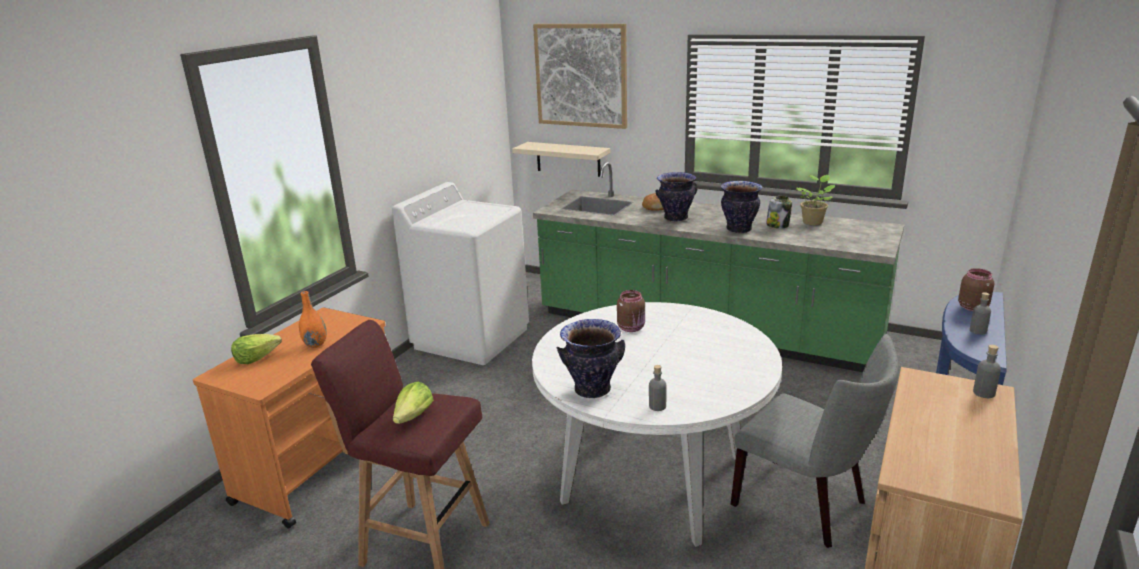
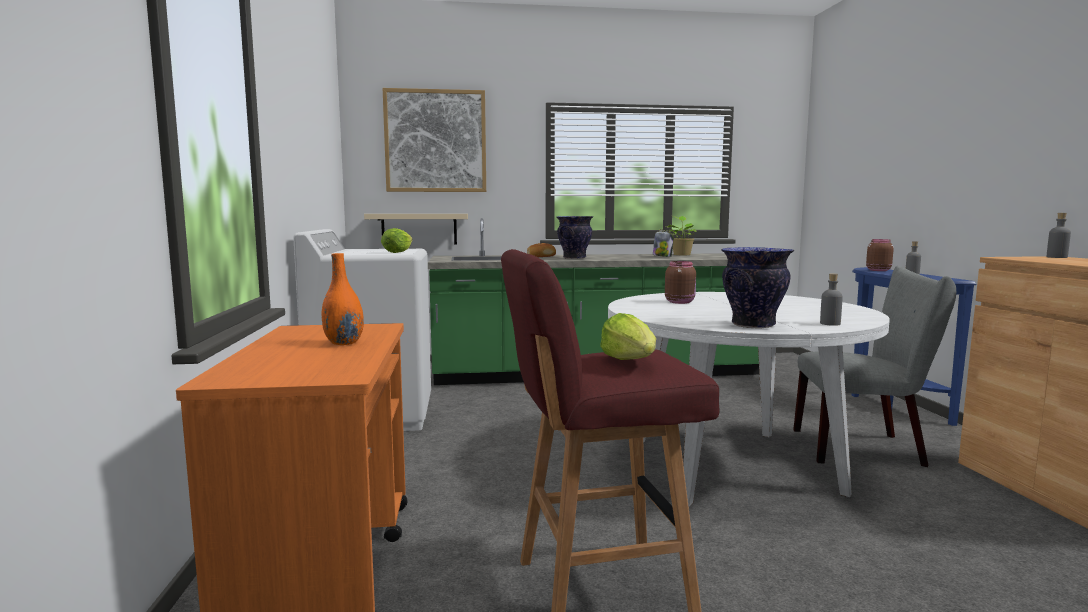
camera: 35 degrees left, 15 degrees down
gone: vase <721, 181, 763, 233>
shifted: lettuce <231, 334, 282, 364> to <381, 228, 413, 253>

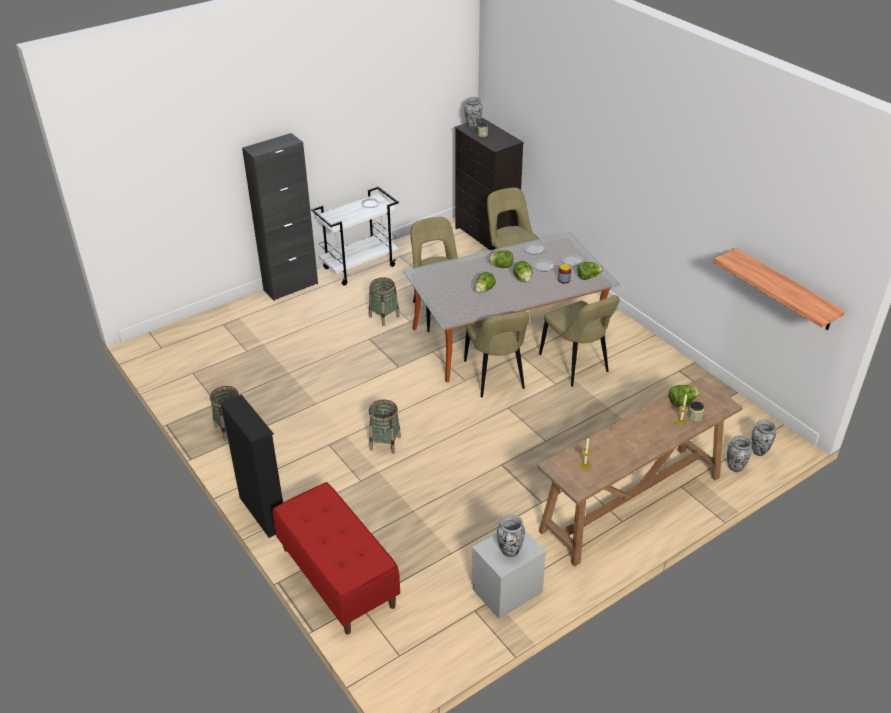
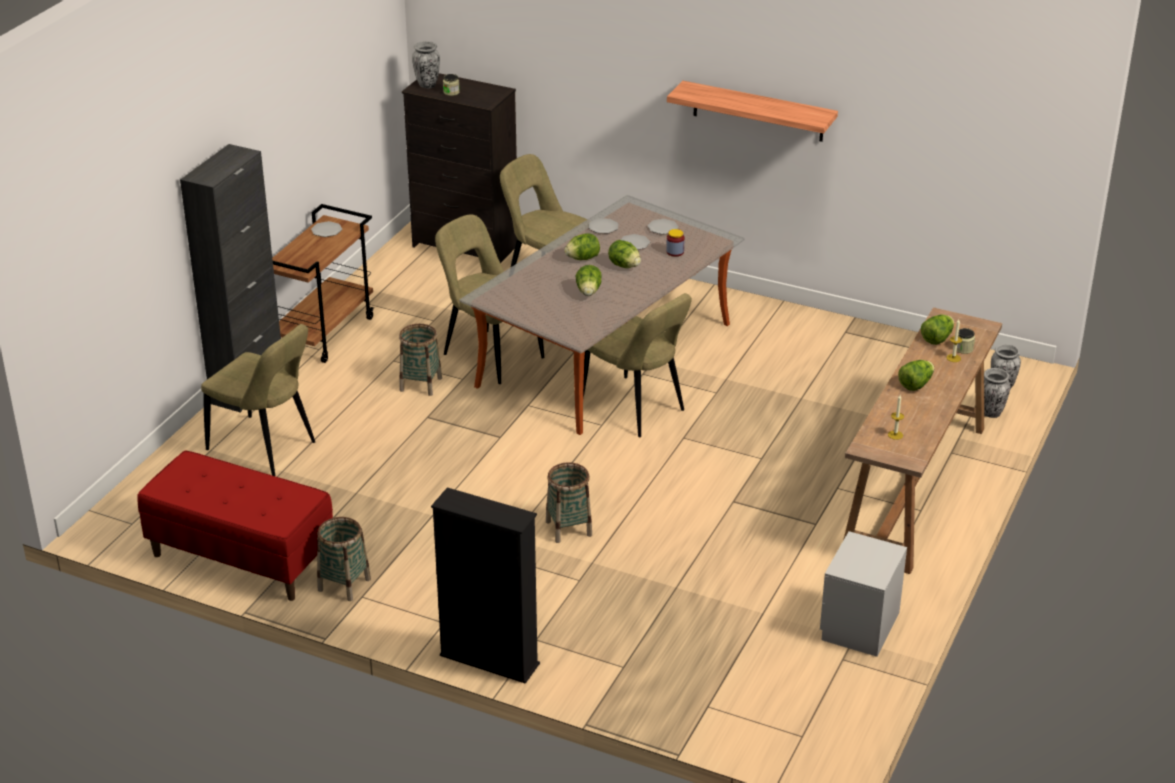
camera: 30 degrees left, 5 degrees down
gone: vase <497, 514, 525, 557>
shifted: wall shelf <713, 248, 845, 330> to <667, 81, 838, 142>; lettuce <577, 262, 603, 280> to <898, 360, 934, 391>; chair/beige-coloured <539, 295, 620, 387> to <201, 324, 315, 476>; long seat/red <273, 482, 400, 635> to <137, 451, 333, 601>
repainted: cart/whitish <311, 187, 399, 286> to cart/brownish <272, 204, 374, 363>

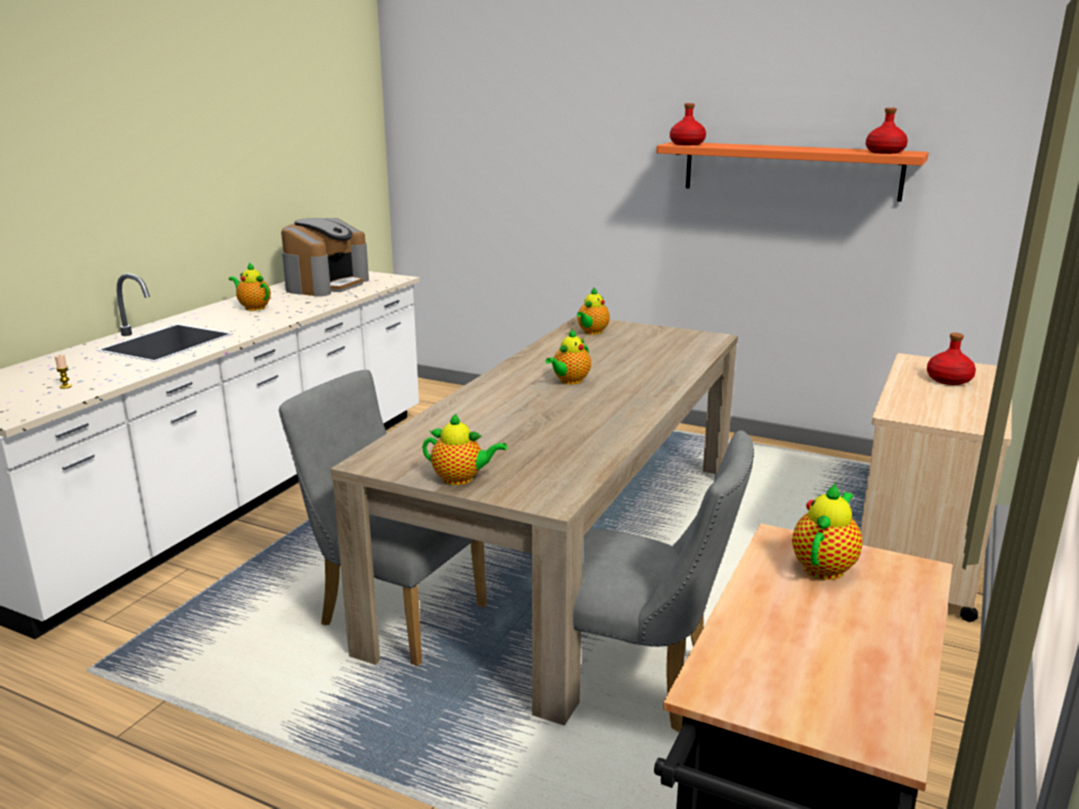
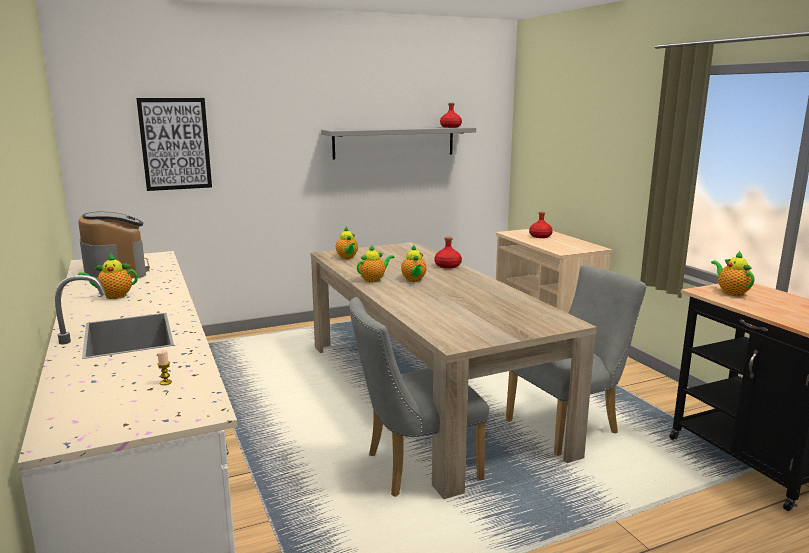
camera: 50 degrees left, 5 degrees down
new: wall picture <136, 98, 212, 191>
shifted: beverage bottle/red <670, 103, 706, 145> to <434, 237, 462, 268>; teapot <422, 413, 507, 485> to <357, 245, 394, 282>
repainted: wall shelf/orange-coloured <656, 142, 929, 202> to wall shelf/grey <321, 126, 476, 160>

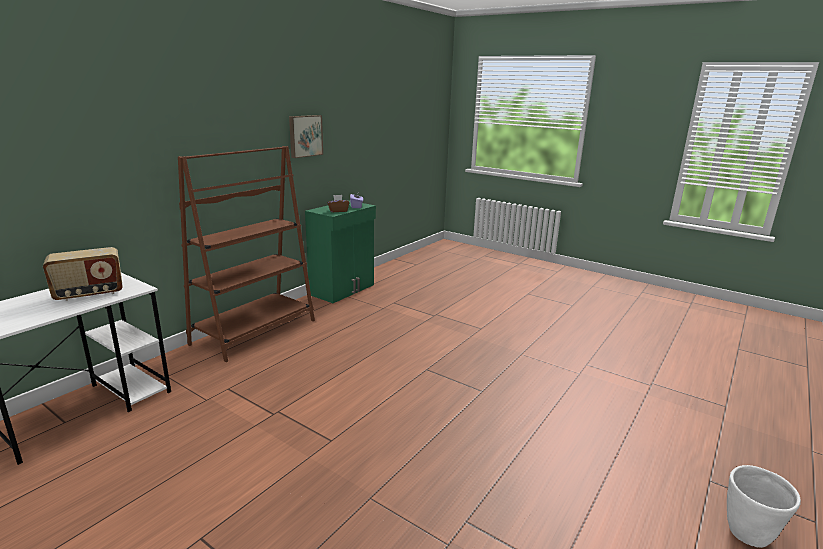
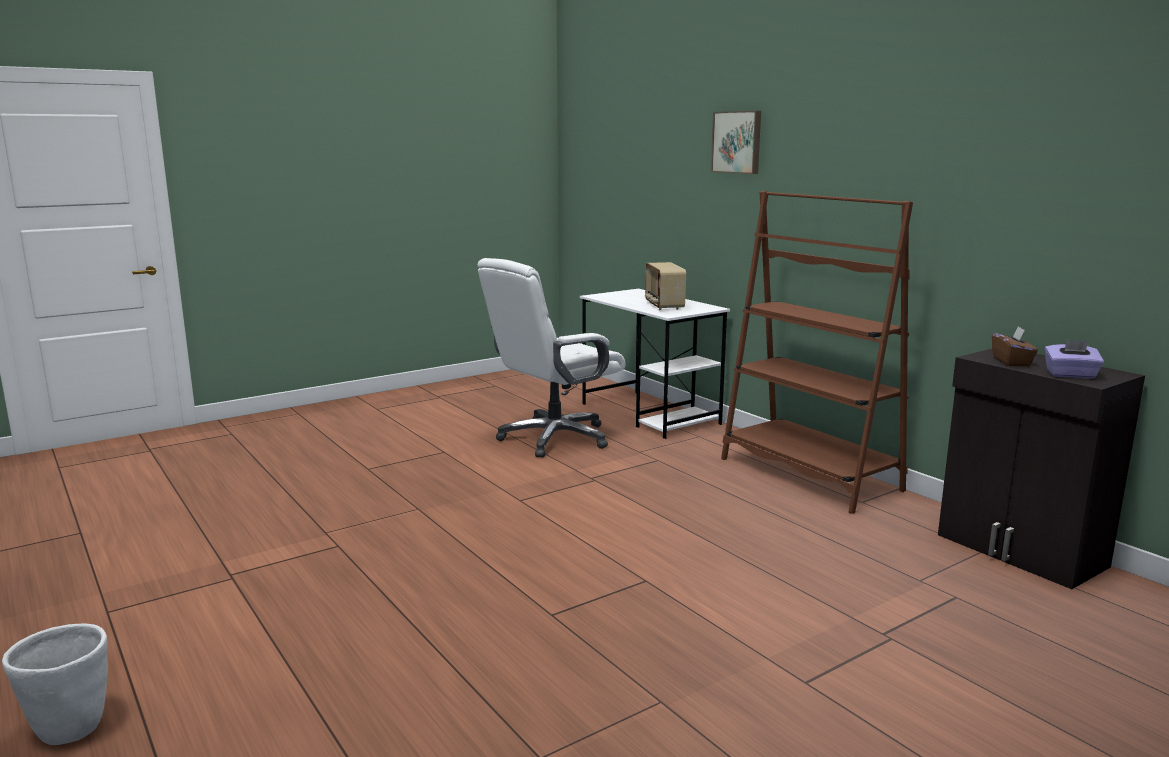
camera: 110 degrees right, 5 degrees down
new: computer chair/whitish <477, 258, 625, 458>
shifted: wall picture <289, 115, 323, 158> to <711, 111, 761, 174>
repainted: cupboard/green <305, 200, 376, 303> to cupboard/black <938, 349, 1145, 589>

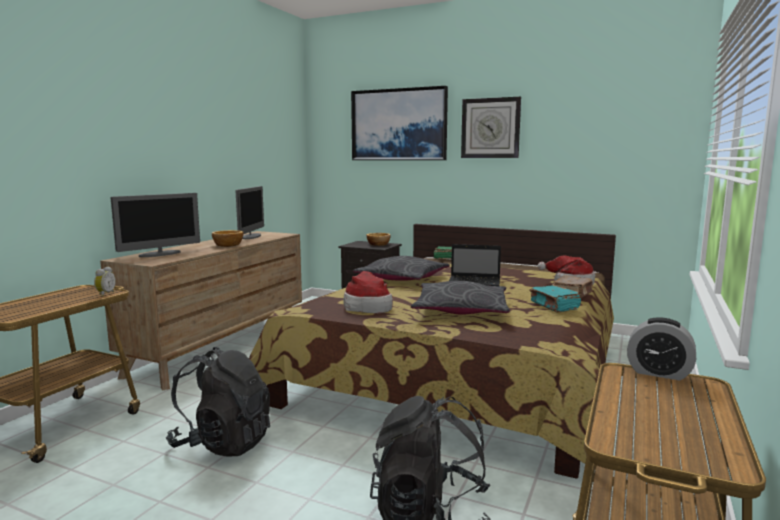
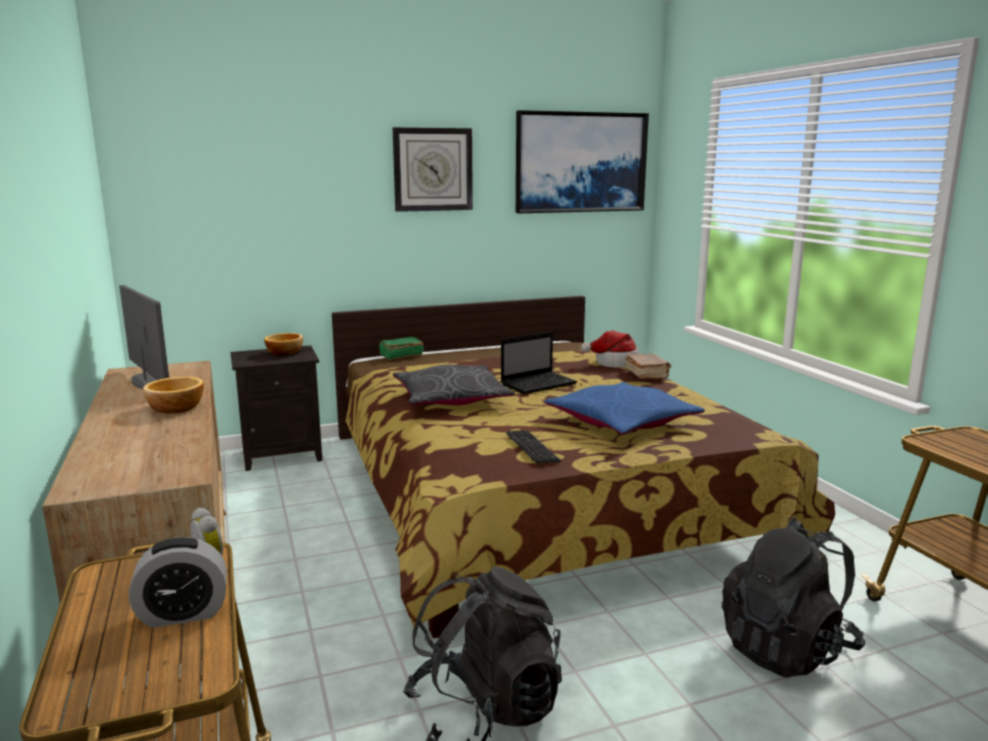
camera: 45 degrees left, 5 degrees up
gone: monitor <111, 193, 200, 257>; volume/blue-green <530, 285, 581, 312>
shifted: wall picture <351, 86, 448, 160> to <516, 110, 649, 213>; table clock <627, 317, 696, 380> to <129, 537, 227, 628>
swapped: hat <344, 271, 393, 313> to computer keyboard <506, 430, 561, 463>
repainted: cushion/grey <411, 281, 510, 315> to cushion/blue <544, 382, 705, 435>

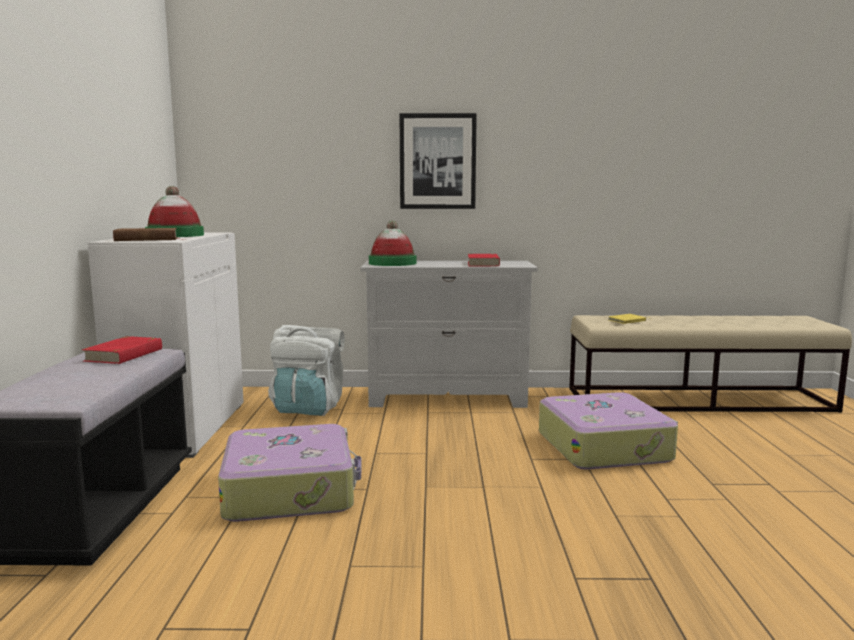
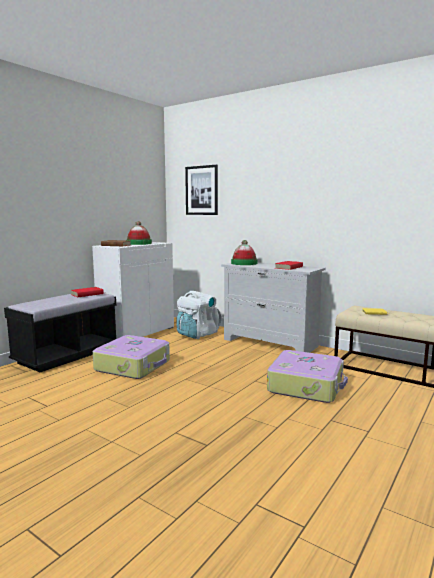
camera: 35 degrees right, 0 degrees up
shifted: wall picture <400, 113, 477, 209> to <185, 165, 218, 215>

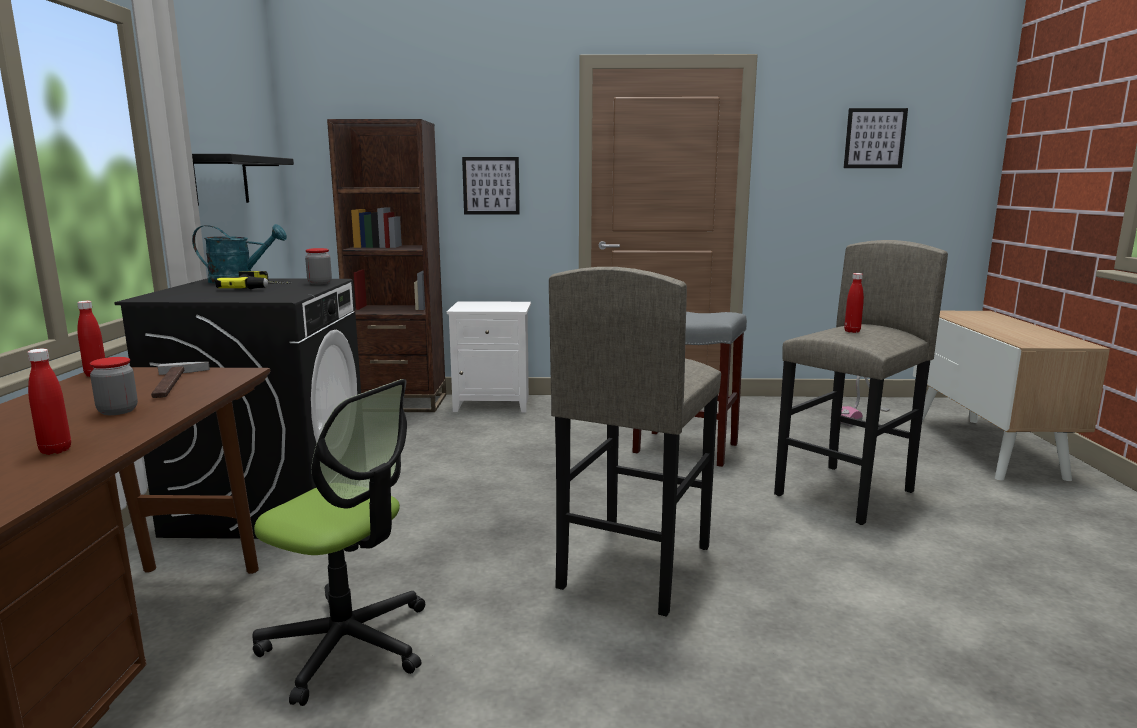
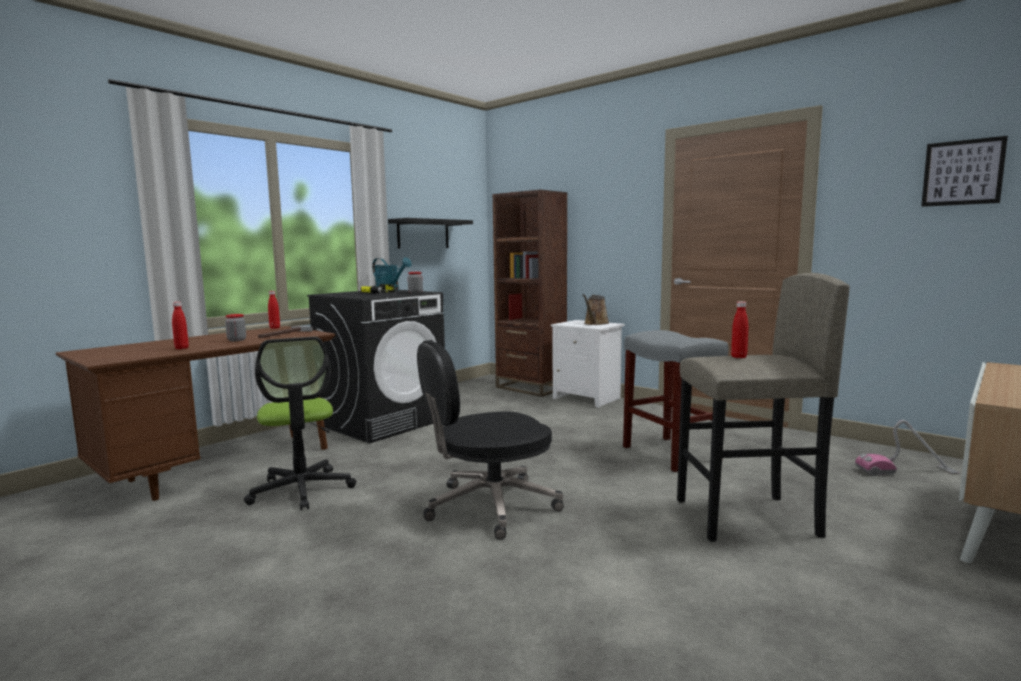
camera: 40 degrees right, 5 degrees down
gone: wall picture <462, 157, 520, 215>
new: sprinkling can/brownish <583, 294, 609, 325>
swapped: stool/grey <549, 267, 721, 617> to computer chair/black <417, 340, 564, 540>

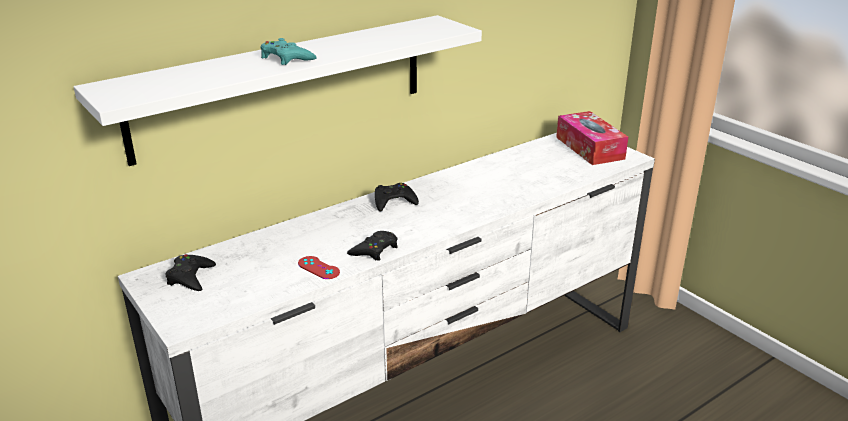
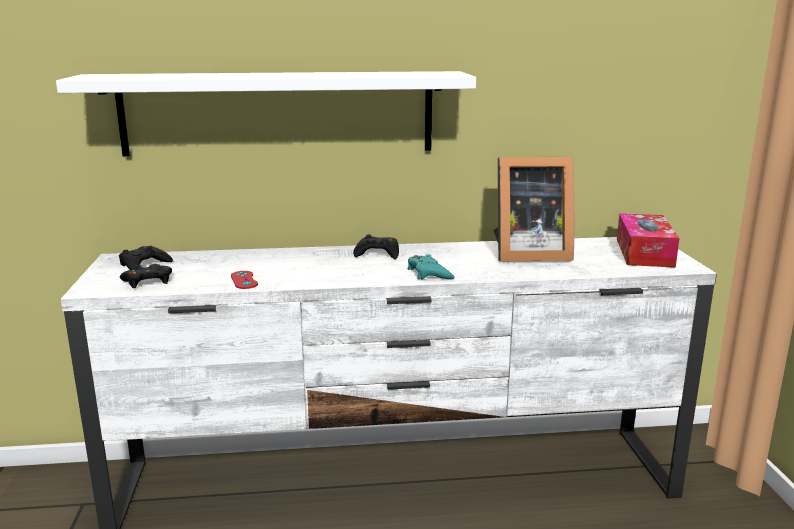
camera: 30 degrees right, 10 degrees down
new: photo frame <493, 157, 574, 261>
shifted: gamepad/blue-green <260, 38, 317, 65> to <408, 254, 454, 280>; gamepad/black <347, 231, 398, 261> to <120, 264, 172, 288>

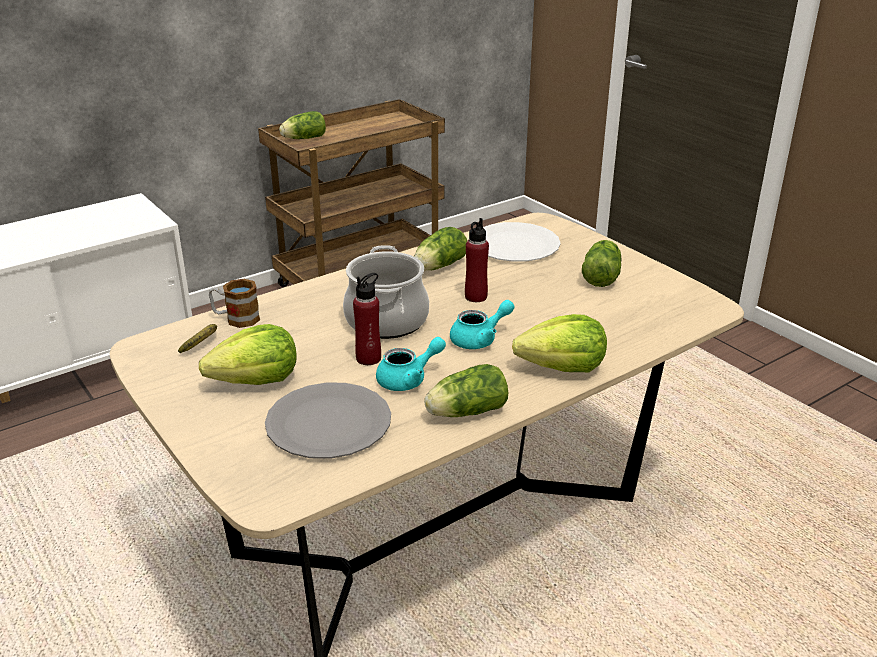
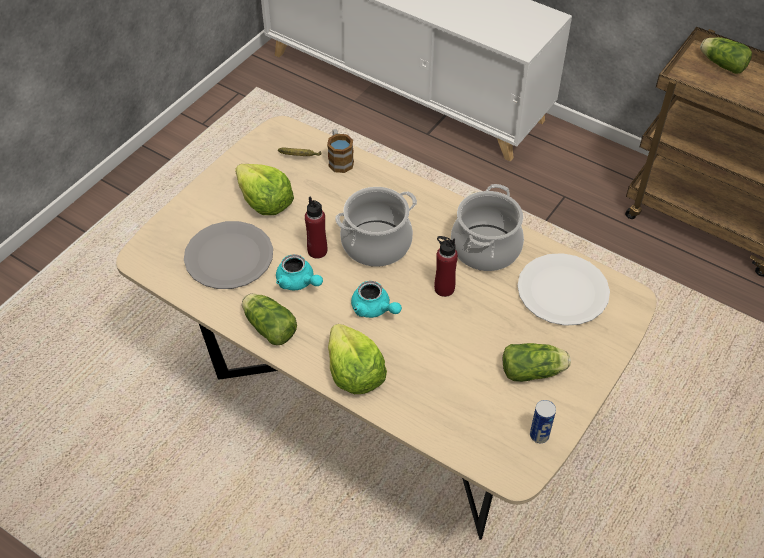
camera: 70 degrees right, 20 degrees up
new: sealed can <530, 400, 556, 443>
swapped: lettuce <414, 227, 467, 271> to cooking pot <451, 184, 524, 271>

